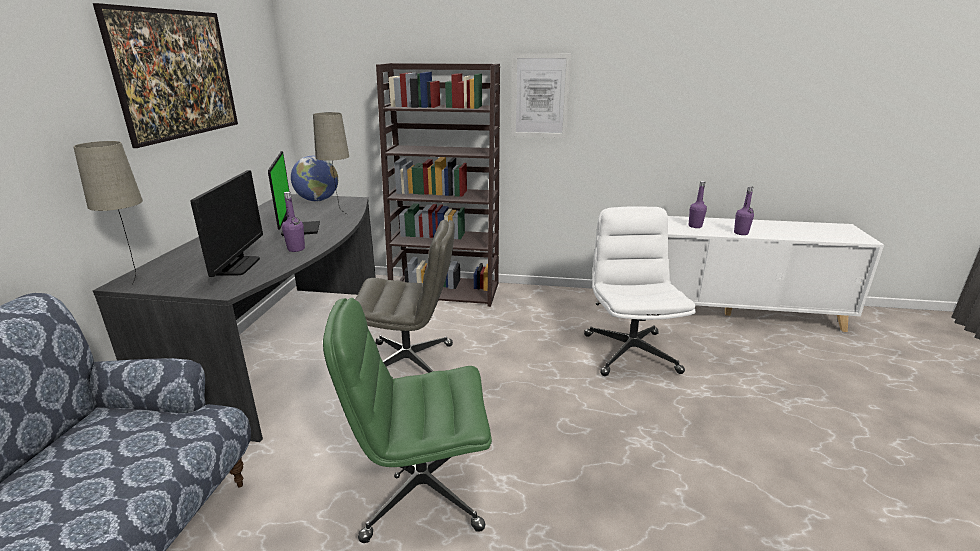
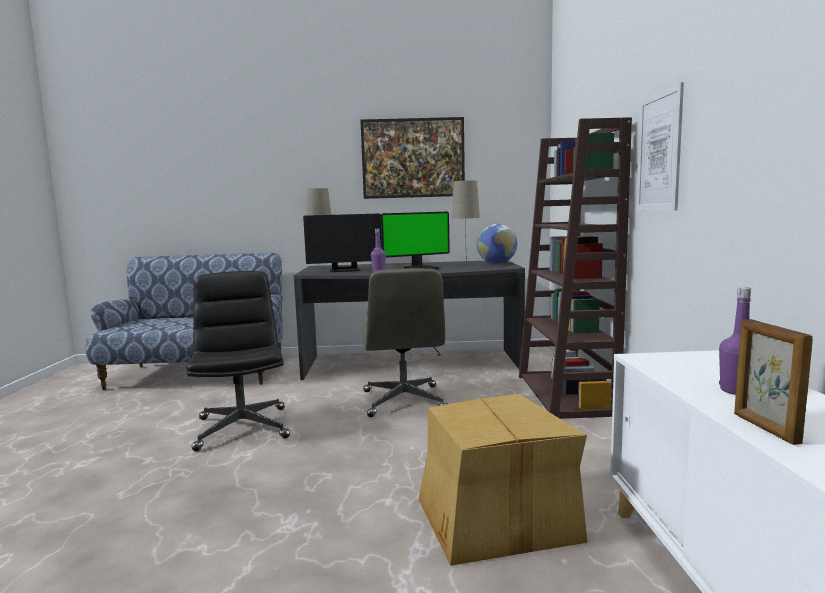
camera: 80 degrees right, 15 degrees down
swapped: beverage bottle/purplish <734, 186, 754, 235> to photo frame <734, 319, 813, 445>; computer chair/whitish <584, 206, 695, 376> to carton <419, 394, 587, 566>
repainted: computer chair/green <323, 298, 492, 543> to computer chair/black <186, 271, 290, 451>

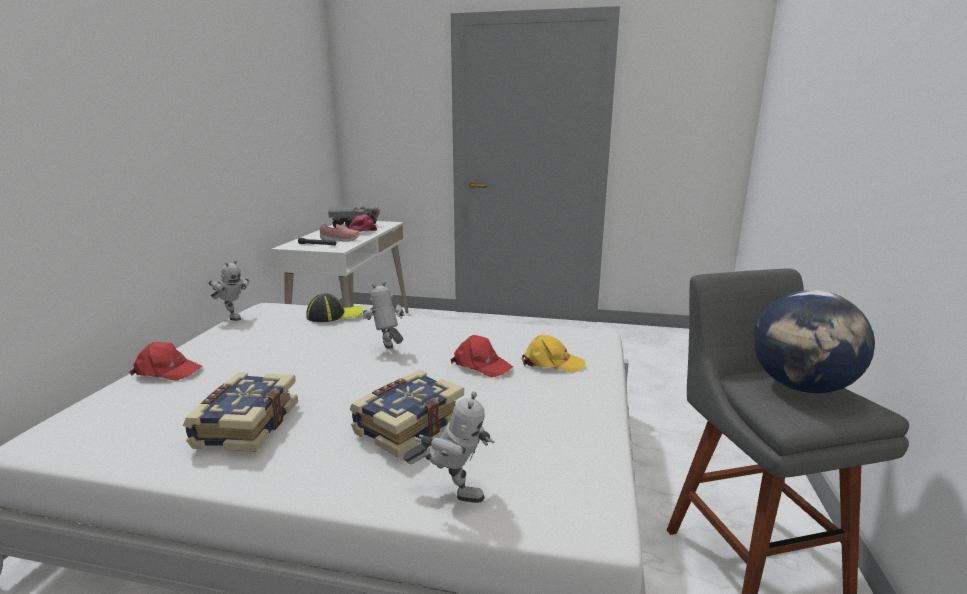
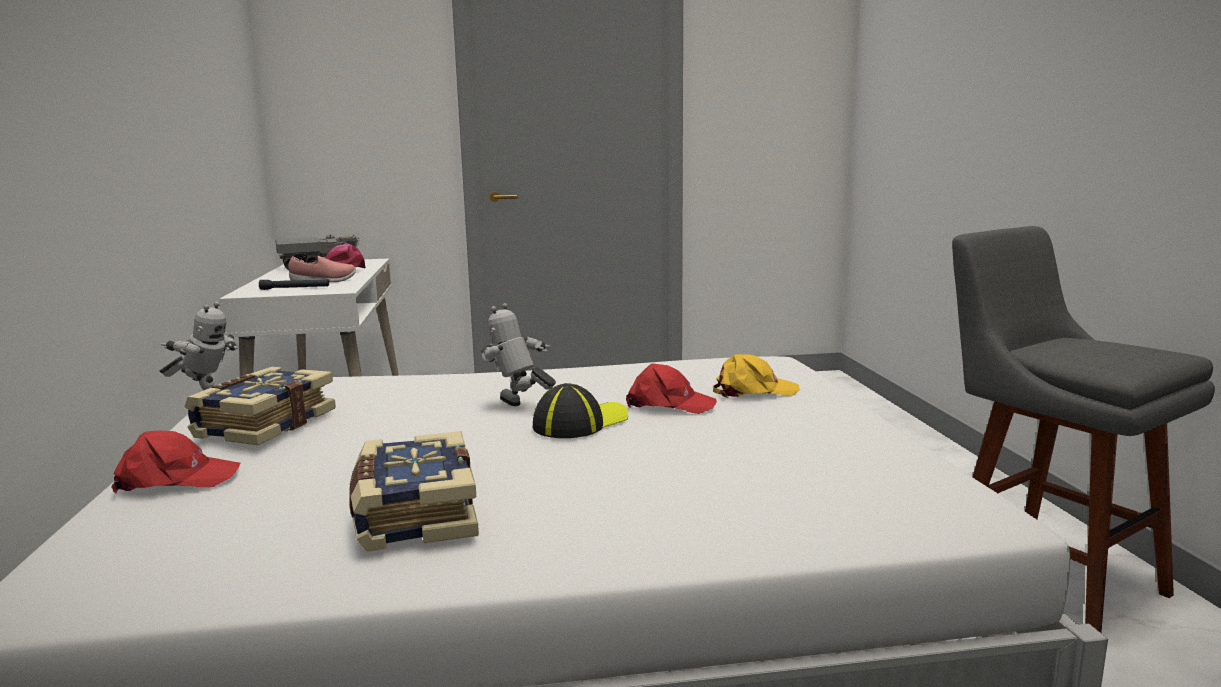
camera: 20 degrees left, 5 degrees down
gone: desk globe <754, 290, 875, 394>; robot figure <403, 392, 495, 503>
shifted: peaked cap <306, 293, 363, 322> to <533, 383, 628, 438>; volume <349, 370, 464, 457> to <184, 367, 336, 445>

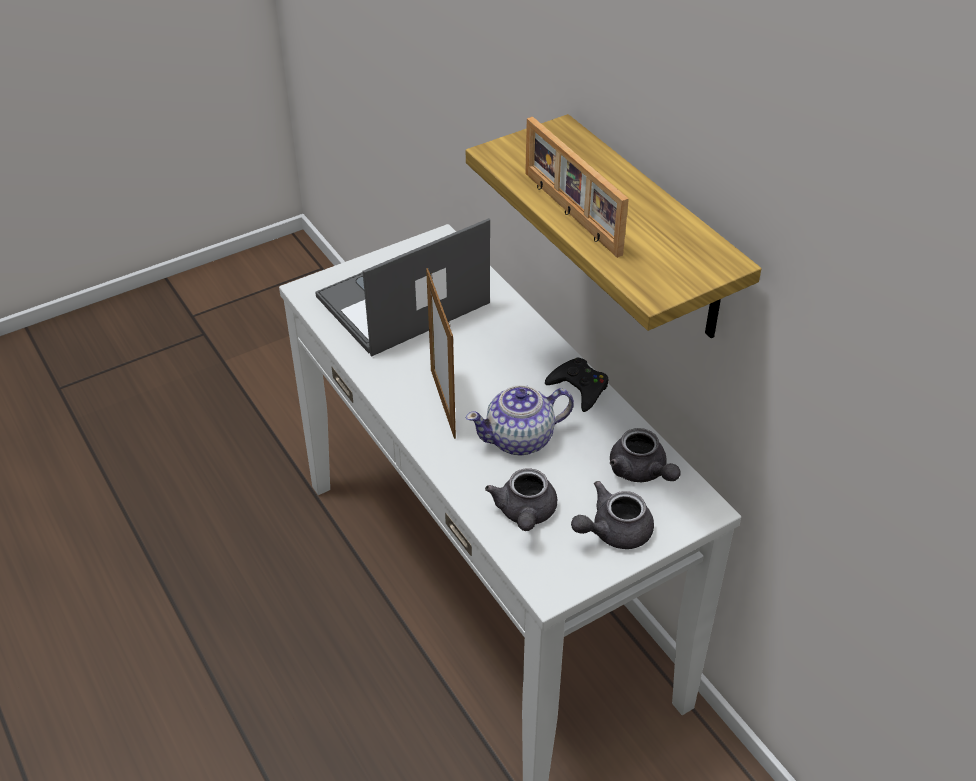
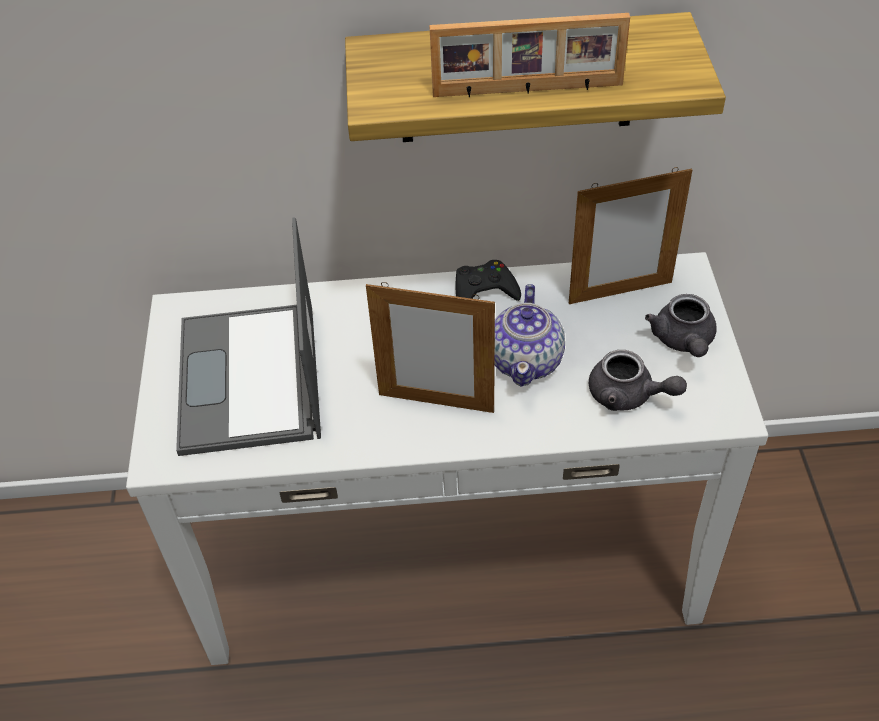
camera: 60 degrees left, 5 degrees up
swapped: teapot/grey <610, 428, 681, 482> to photo frame <569, 167, 692, 304>

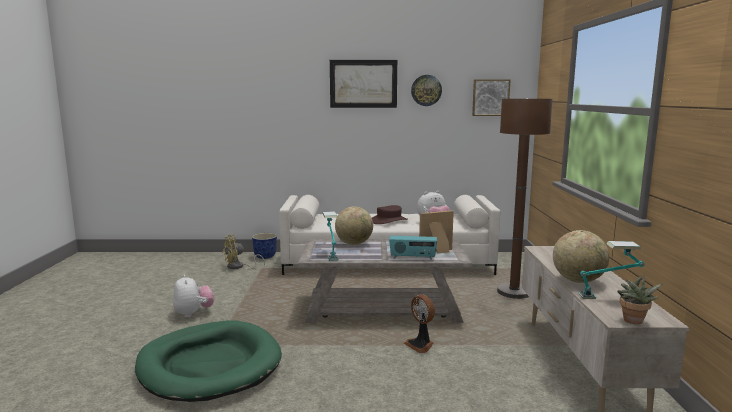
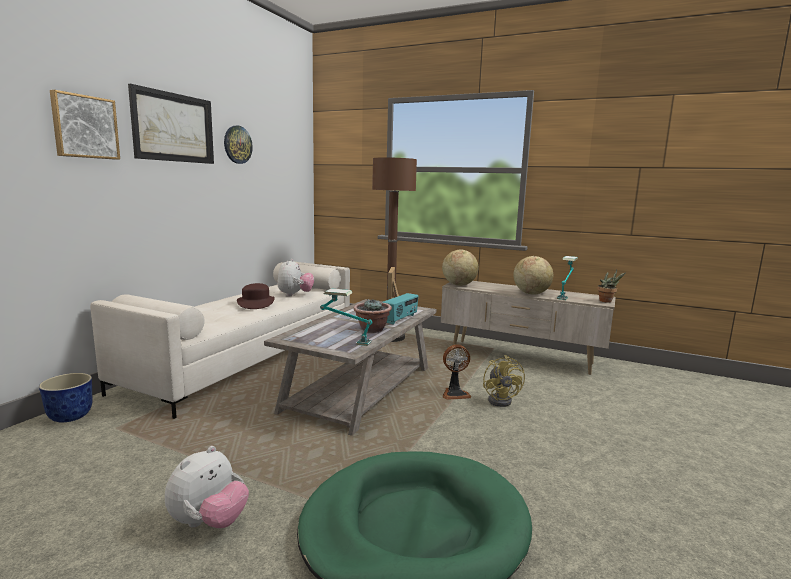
camera: 65 degrees left, 0 degrees up
new: potted plant <353, 299, 392, 333>
shifted: wall picture <472, 79, 511, 116> to <50, 90, 120, 160>; desk globe <335, 206, 373, 245> to <442, 249, 478, 286>; fan/yellow <222, 235, 265, 269> to <483, 355, 525, 407>
rotated: soft toy <173, 274, 214, 318> = <165, 446, 249, 528> 120 degrees clockwise

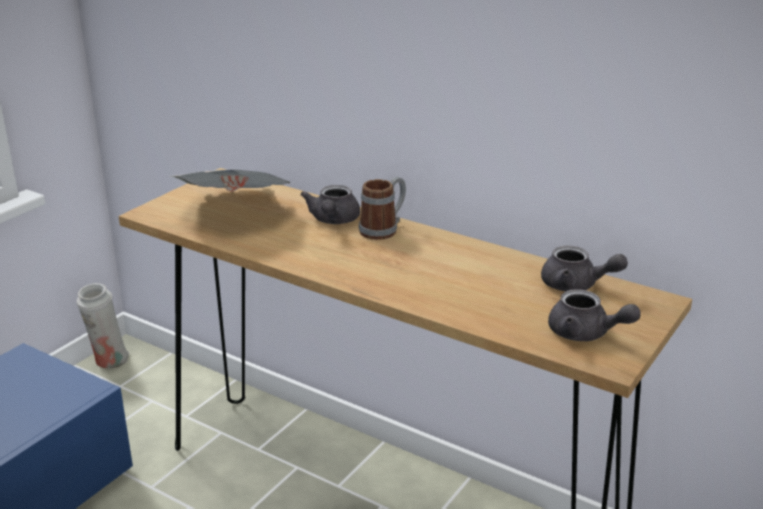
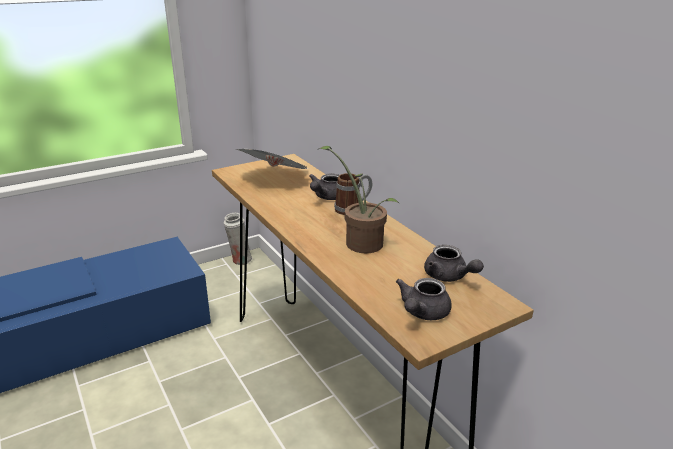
camera: 25 degrees right, 0 degrees up
new: potted plant <319, 146, 400, 253>
rotated: teapot/grey <548, 289, 641, 341> = <396, 278, 452, 320> 60 degrees clockwise

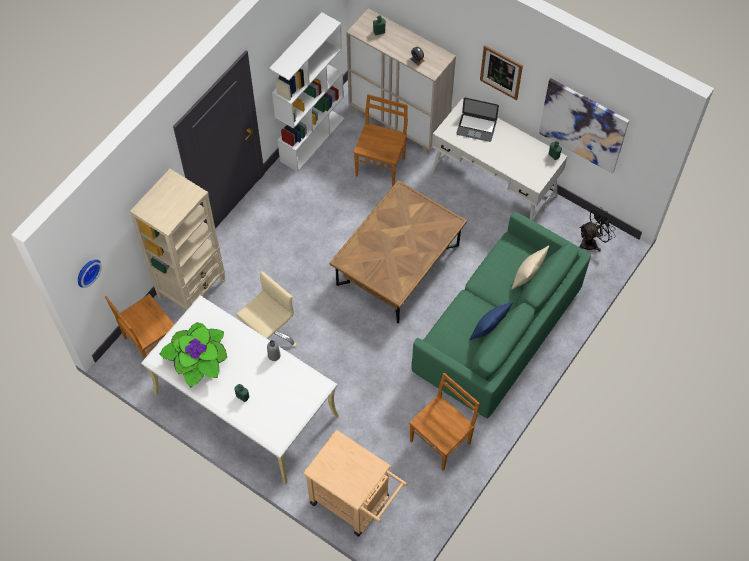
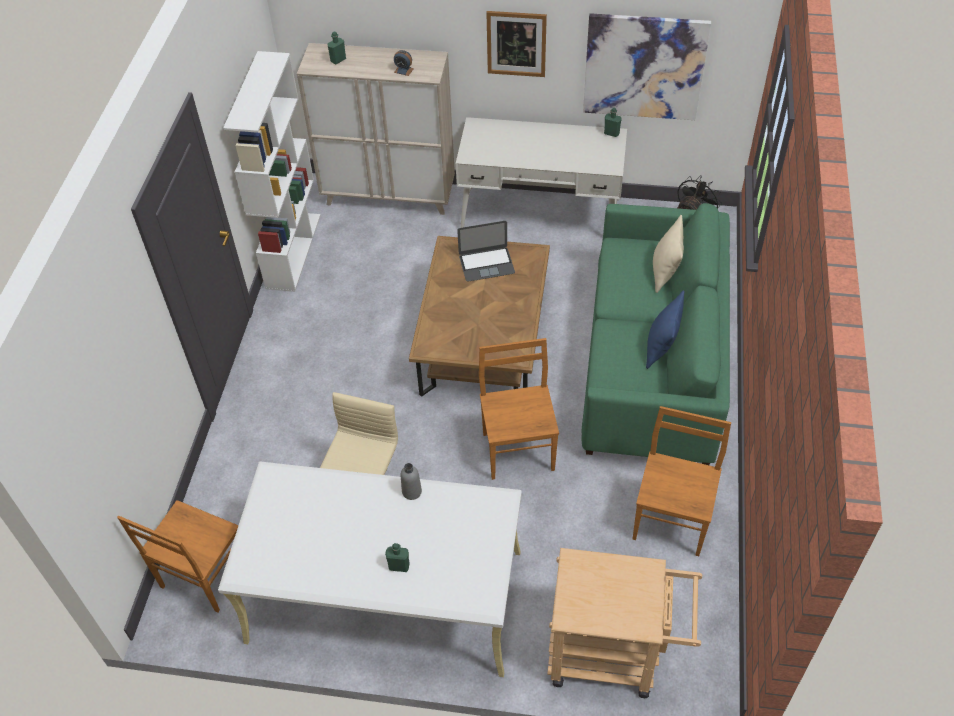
camera: 25 degrees left, 10 degrees down
gone: bookshelf/beige-coloured <130, 169, 225, 311>; wall clock <78, 259, 102, 288>; potted plant <160, 322, 227, 387>
shifted: chair/brownish <354, 94, 408, 186> to <479, 338, 559, 480>; laptop <456, 98, 499, 142> to <457, 221, 515, 282>

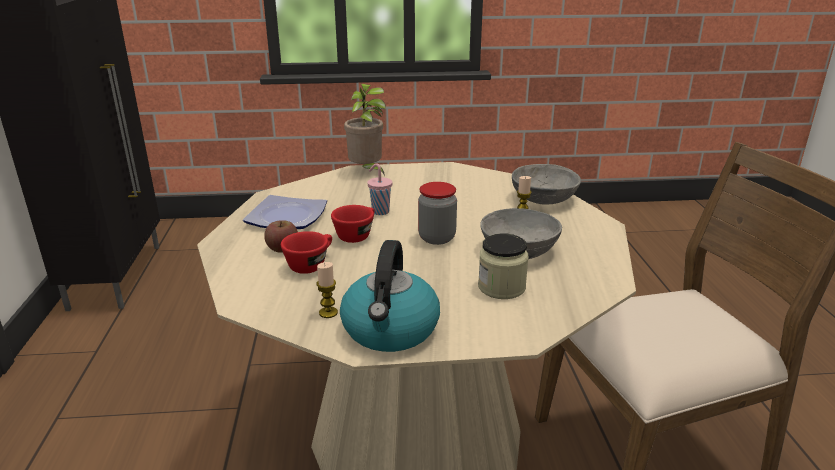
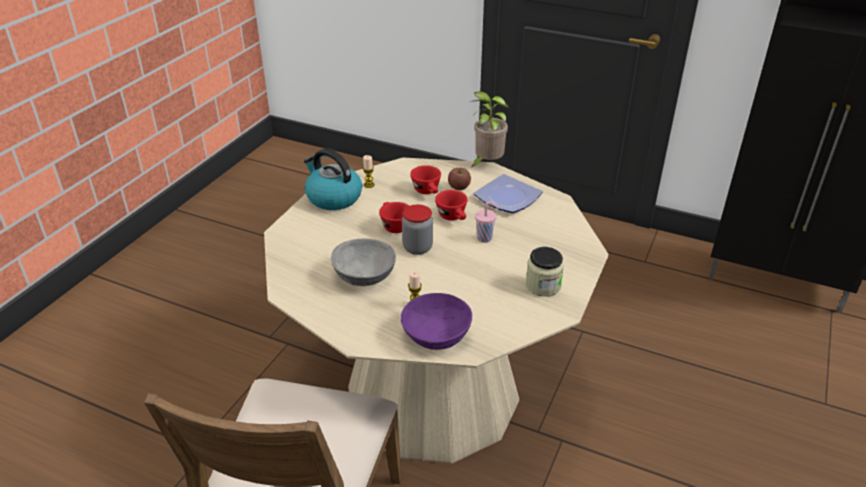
camera: 120 degrees right, 10 degrees up
new: small cup/red <379, 202, 409, 233>
shifted: potted plant <344, 84, 386, 176> to <469, 91, 509, 167>; jar <478, 233, 529, 299> to <526, 247, 564, 297>
repainted: bowl/grey <512, 164, 581, 205> to bowl/purplish <401, 293, 472, 350>

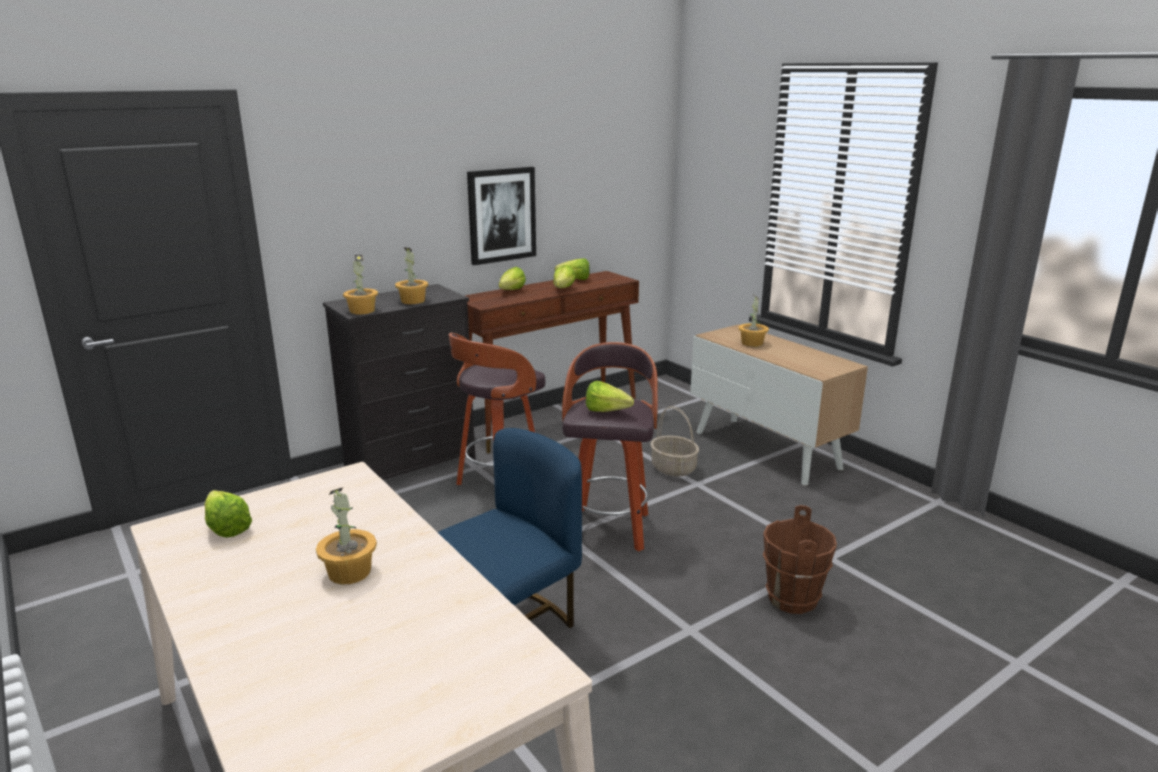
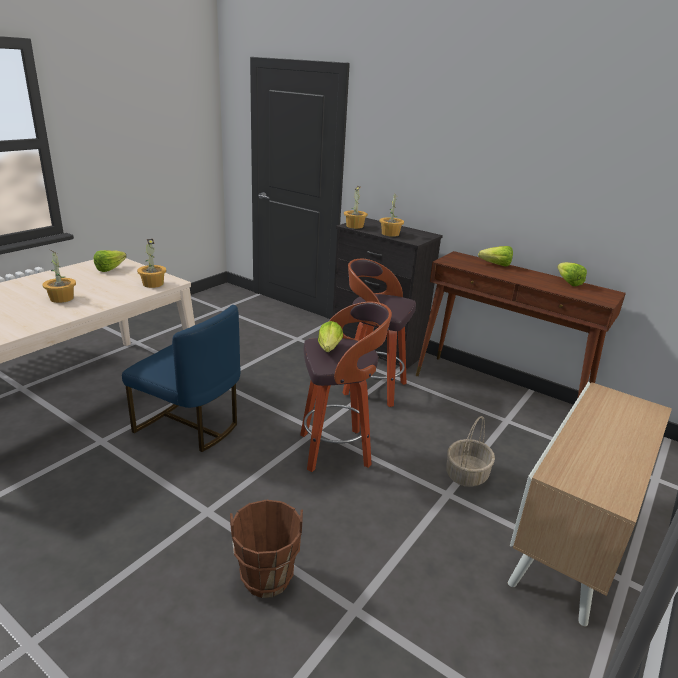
camera: 70 degrees right, 5 degrees up
gone: wall picture <467, 167, 536, 265>; lettuce <553, 265, 576, 288>
shifted: potted plant <738, 295, 769, 347> to <137, 239, 166, 288>

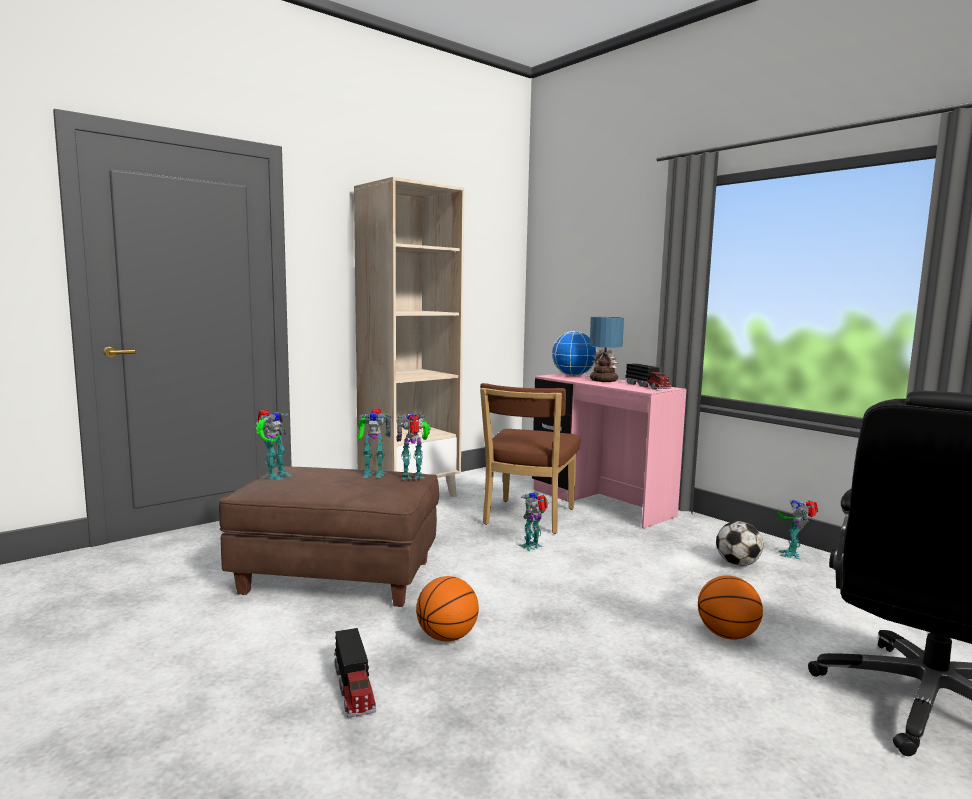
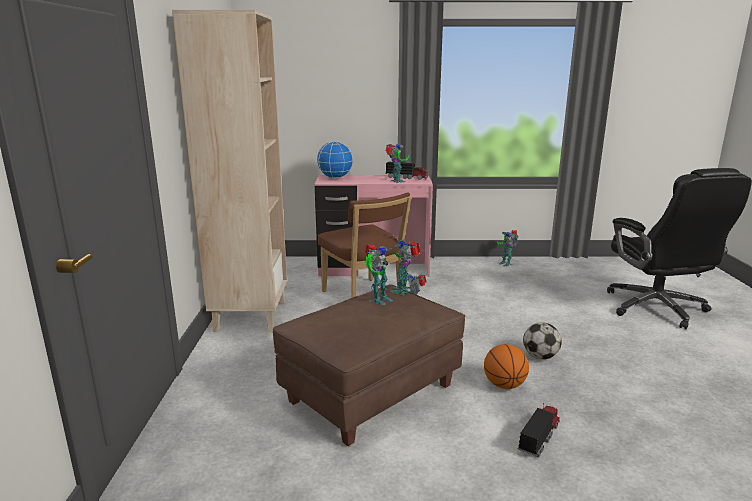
camera: 50 degrees left, 10 degrees up
gone: lamp for a table <590, 317, 624, 382>; ball for basketball <698, 575, 763, 640>
shifted: robot figure <256, 410, 292, 480> to <386, 144, 410, 183>; football ball <716, 521, 763, 566> to <523, 322, 562, 359>
rotated: toy lorry <334, 628, 376, 718> = <518, 403, 560, 458> 75 degrees counterclockwise

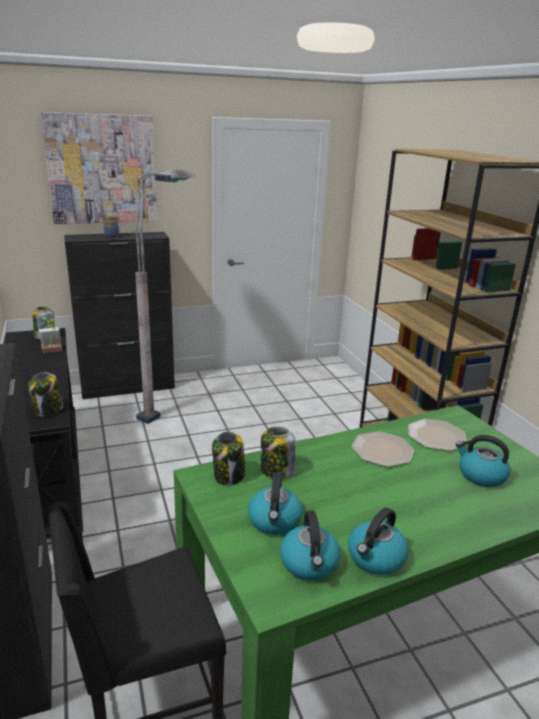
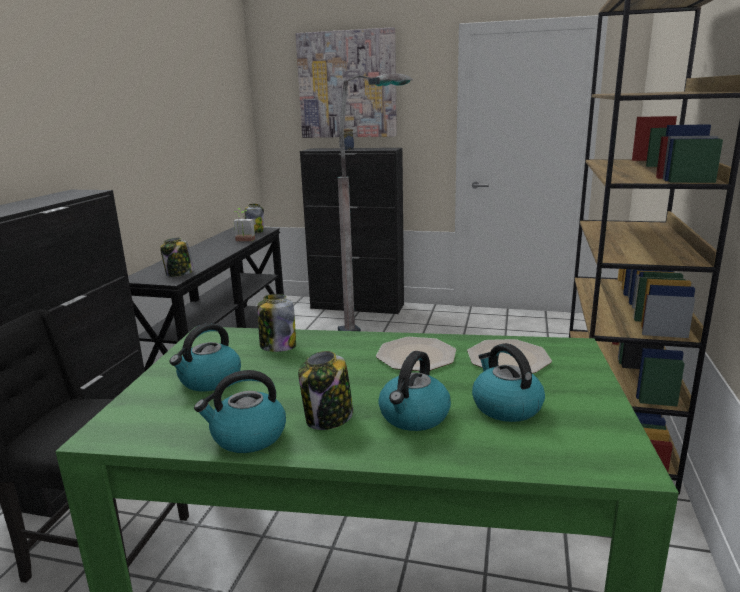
camera: 35 degrees right, 5 degrees down
shifted: jar <212, 431, 245, 486> to <298, 351, 353, 430>; kettle <280, 511, 341, 581> to <378, 351, 451, 431>

